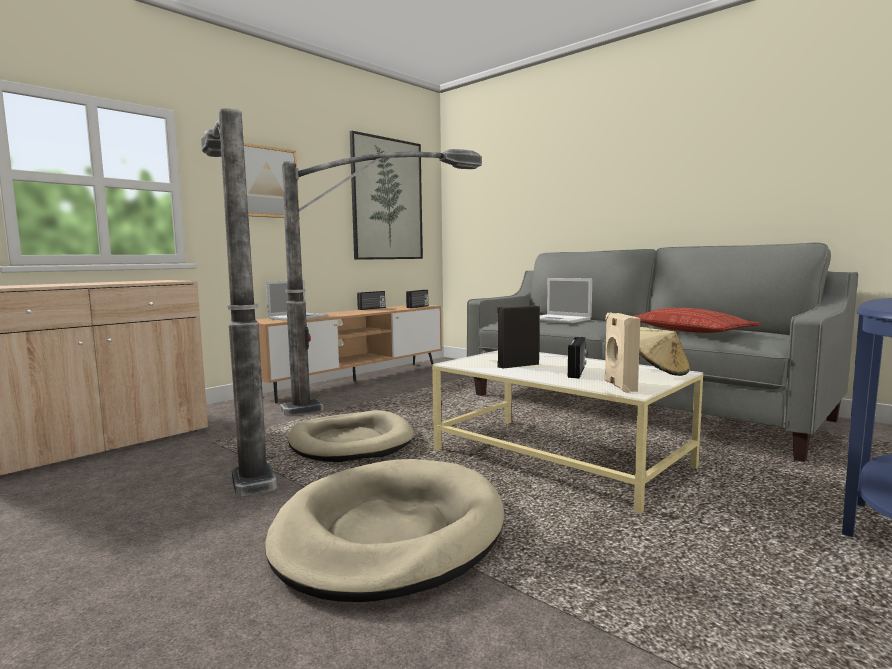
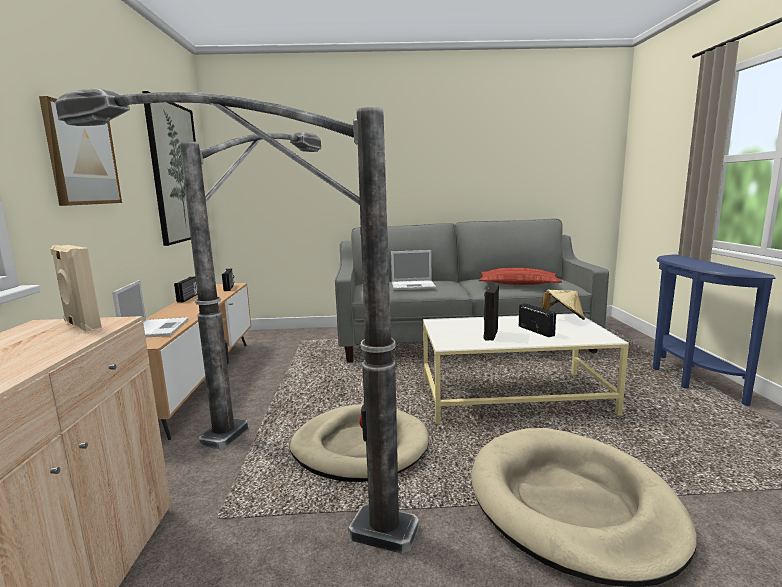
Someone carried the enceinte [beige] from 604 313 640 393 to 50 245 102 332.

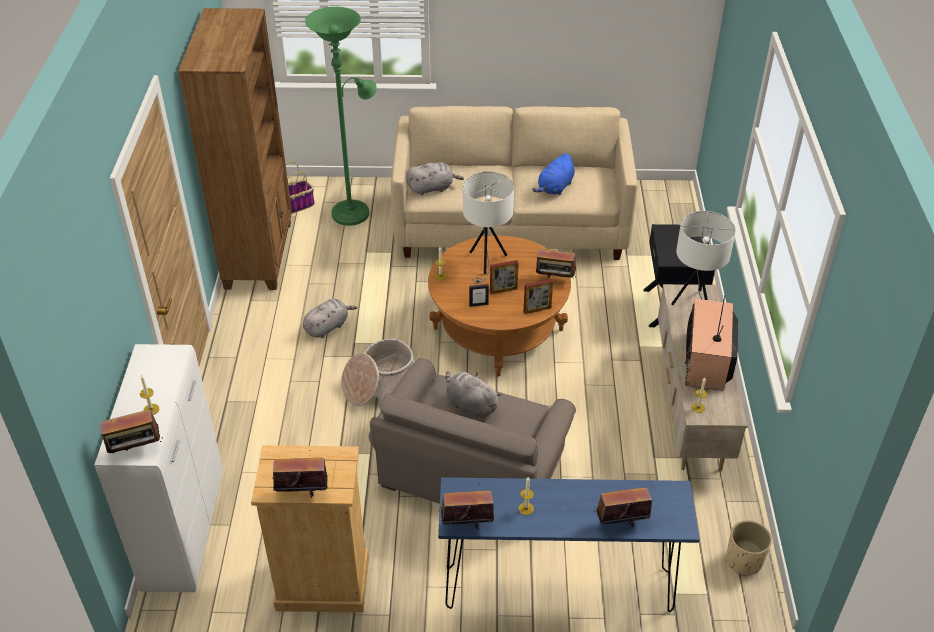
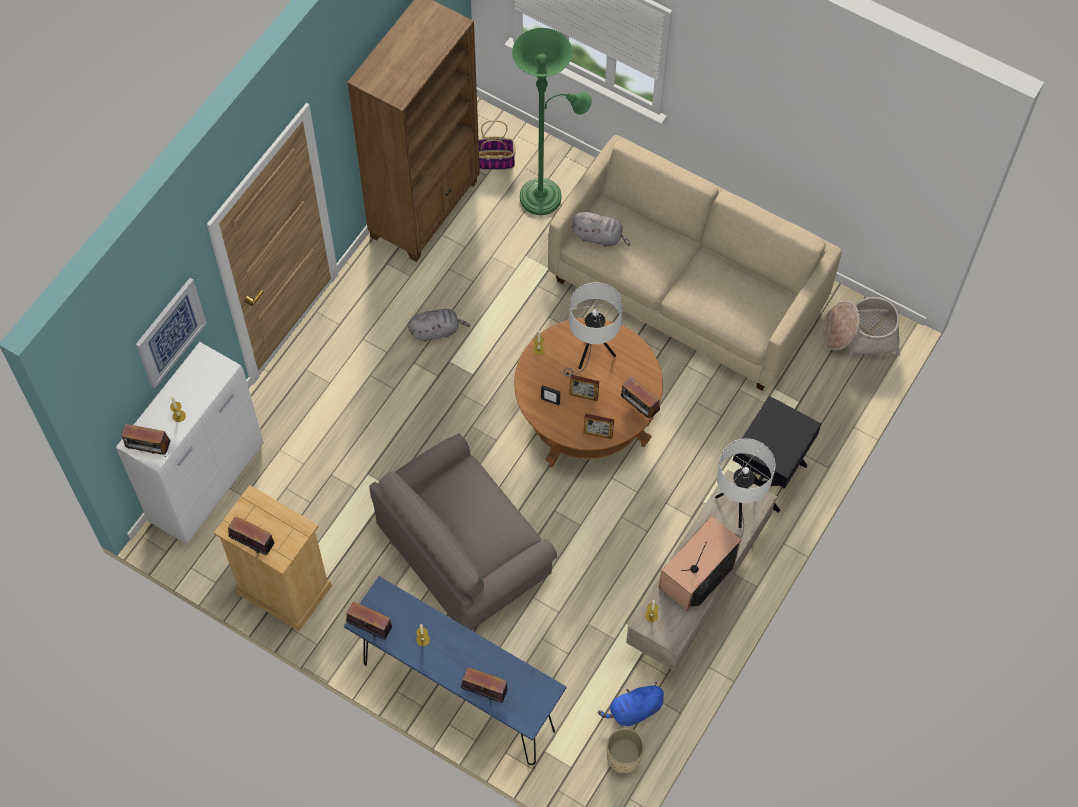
Someone put up the tableau at 136 278 207 388. Someone carried the peluche [bleu] from 532 153 575 195 to 598 682 664 726. Someone carried the panier from 341 339 415 407 to 822 297 900 358. Someone took away the peluche [gris] at 446 371 502 418.

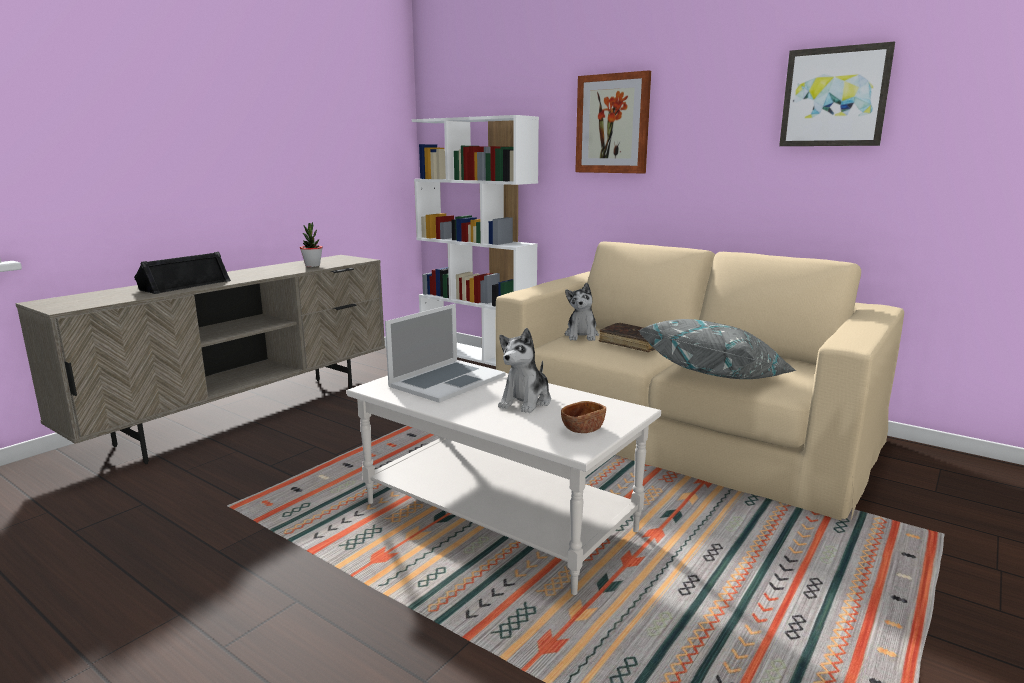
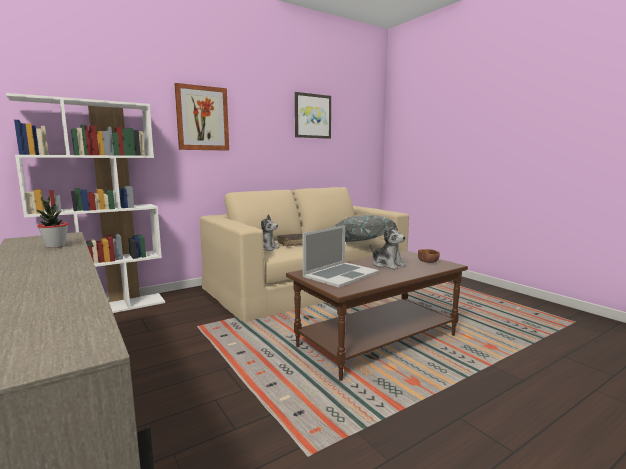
Someone repainted the table basse [blanc] at 347 373 661 595, which became the table basse [marron] at 286 251 468 381. Someone rotated the ordinateur portable at 385 304 506 403 by 75 degrees clockwise. Someone took away the enceinte [noir] at 134 252 231 294.

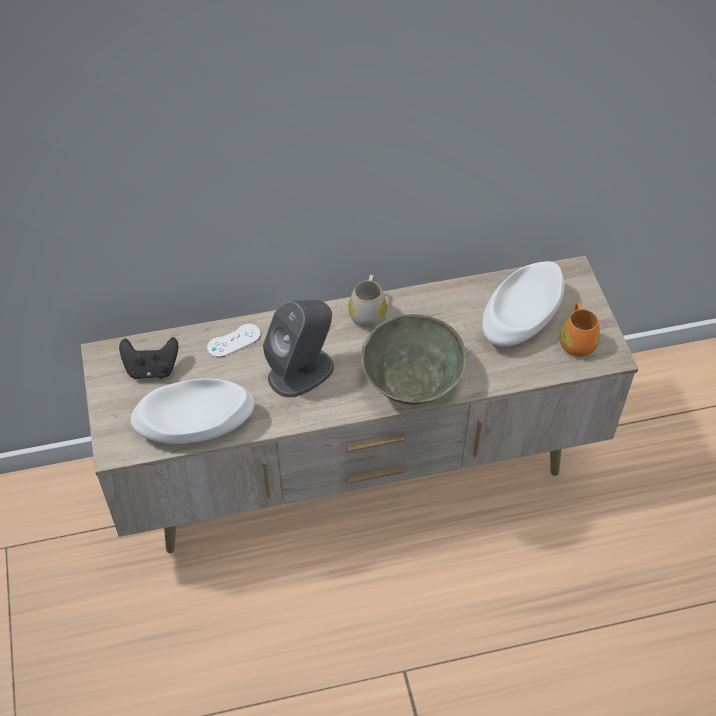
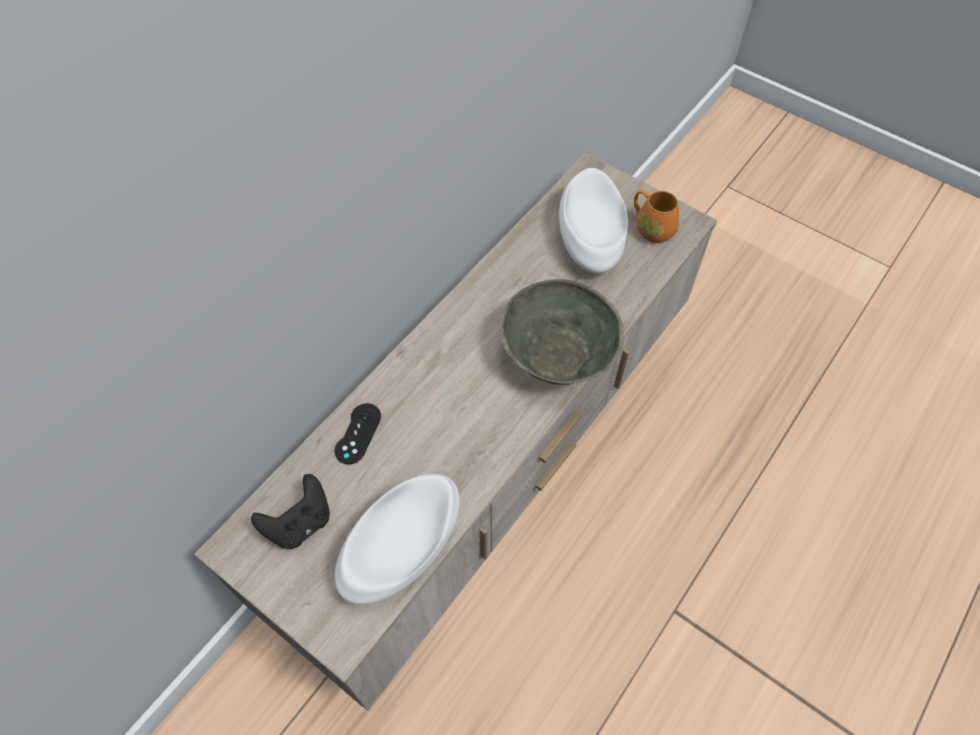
Someone repainted the manette [blanc] at 207 324 261 358, which became the manette [noir] at 335 403 381 464. Someone took away the enceinte [gris] at 263 300 334 398. Someone took away the mug [blanc] at 348 275 387 327.

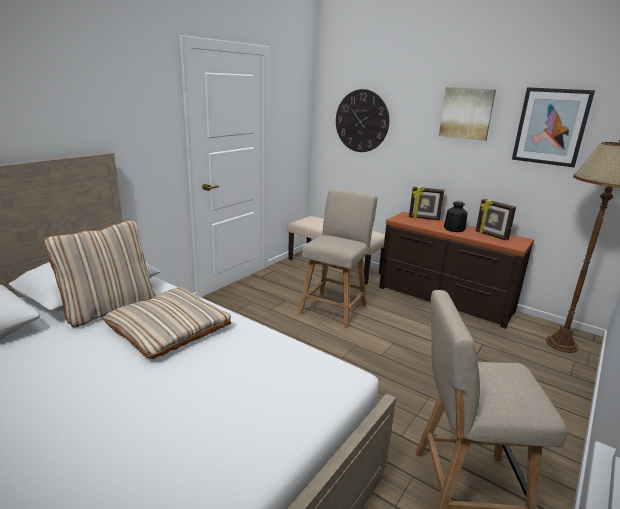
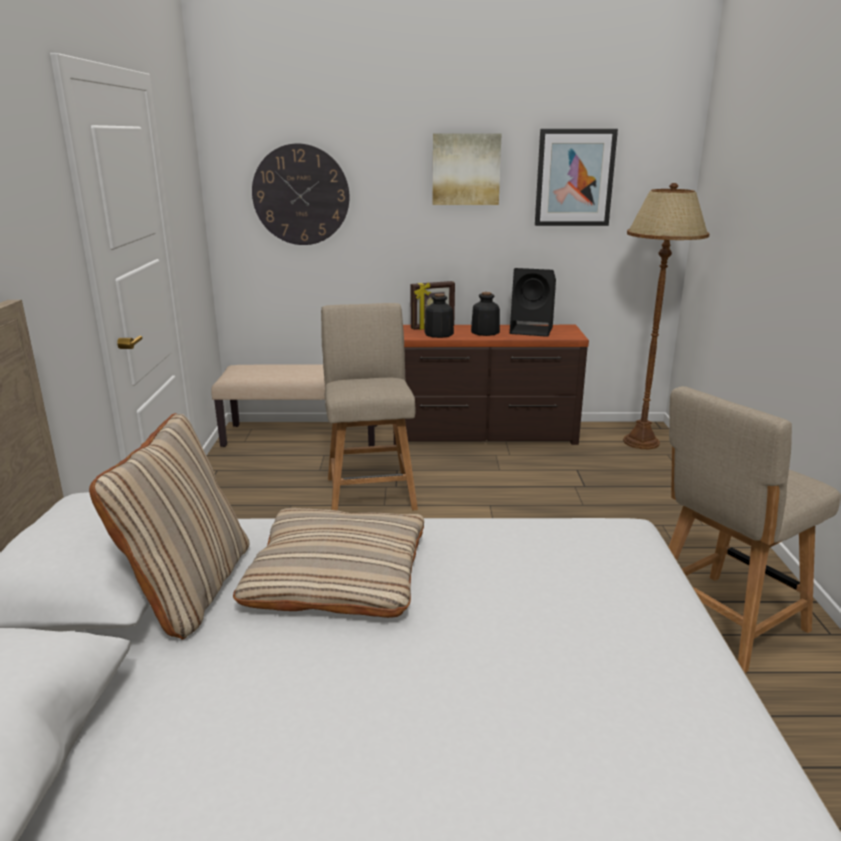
Someone put down the bouteille at 424 293 454 338. Someone swapped the cadre photo at 476 199 516 240 for the enceinte [noir] at 510 268 556 337.

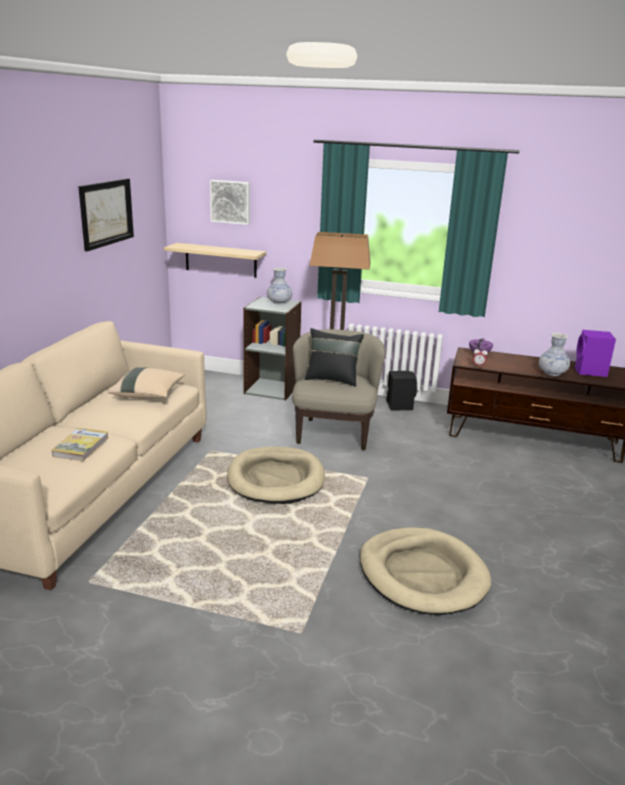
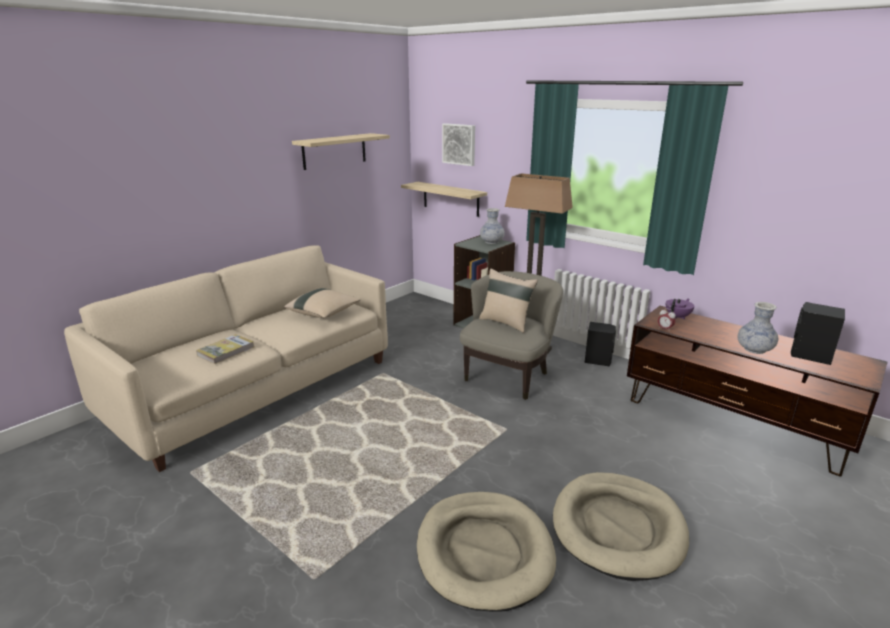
Someone swapped the tableau at 78 179 134 251 for the étagère at 292 133 390 170. Someone repainted the coussin [noir] at 305 328 364 387, which became the coussin [beige] at 479 268 538 333. Someone carried the panier pour chien [beige] from 227 447 325 504 to 553 472 689 581. Someone repainted the enceinte [violet] at 575 330 616 377, which became the enceinte [noir] at 791 302 845 365.

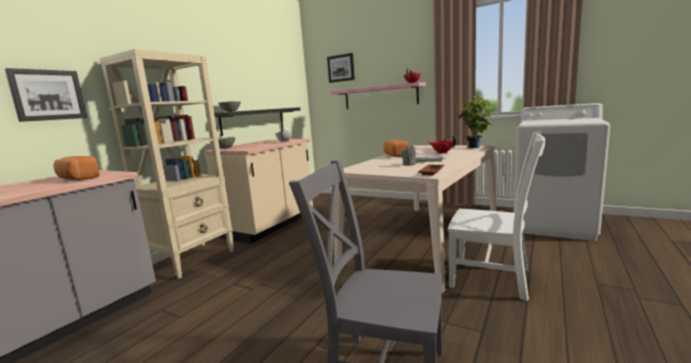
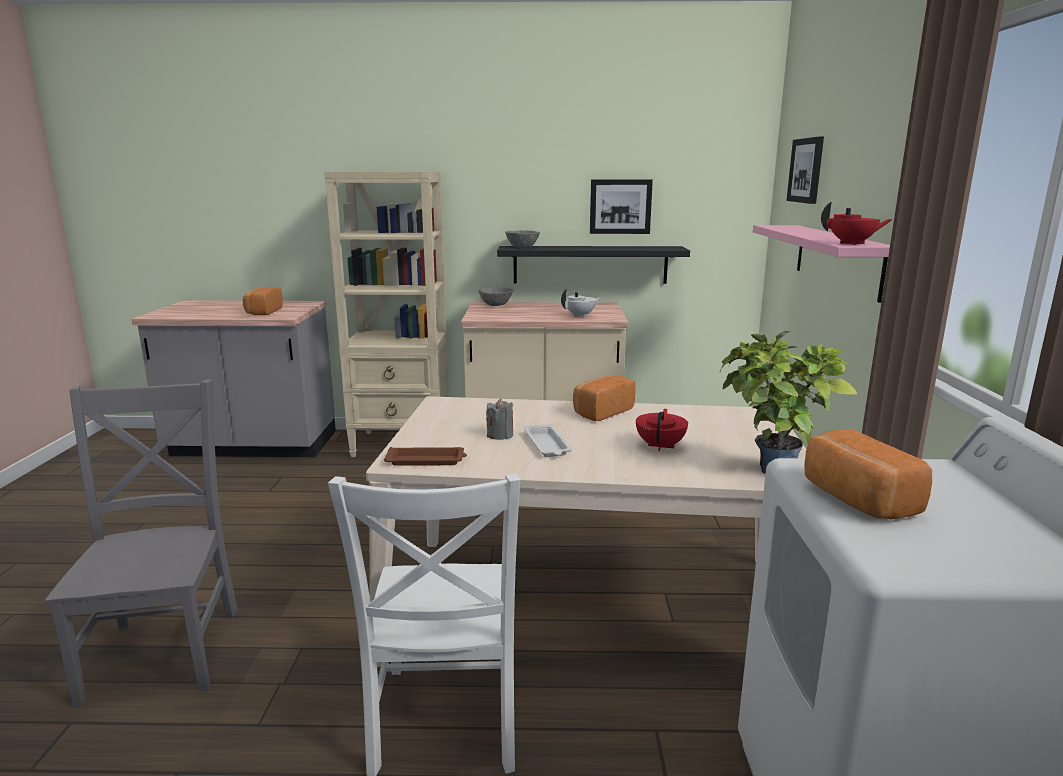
Someone carried the tableau from 5 68 87 122 to 590 180 653 234. Someone put down the pain at 804 429 932 519.

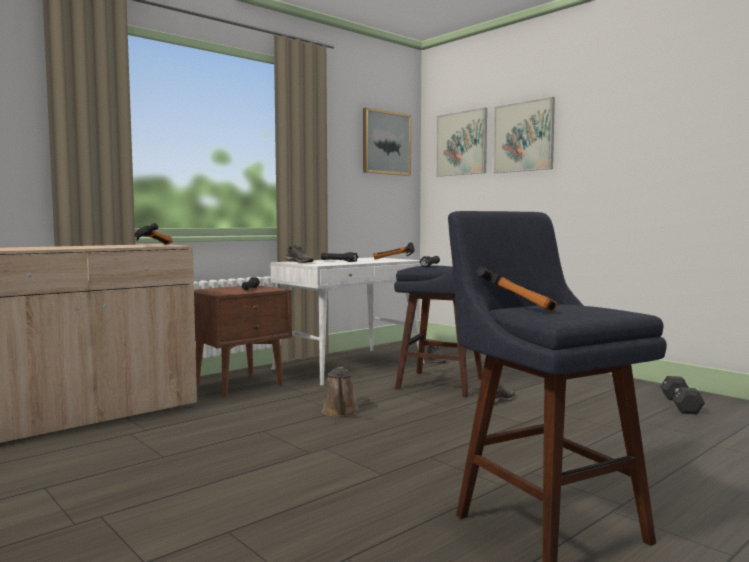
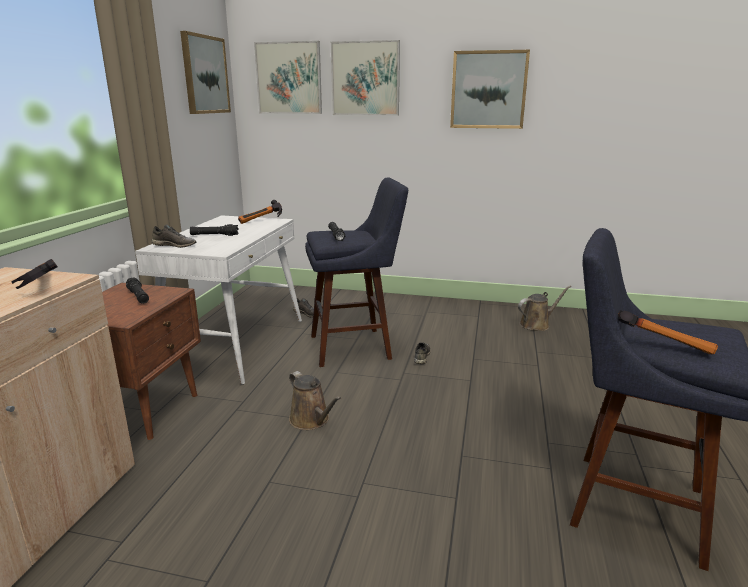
Someone put up the tableau at 450 50 530 129. Someone swapped the haltère [noir] at 660 376 705 414 for the arrosoir [marron] at 518 285 571 331.

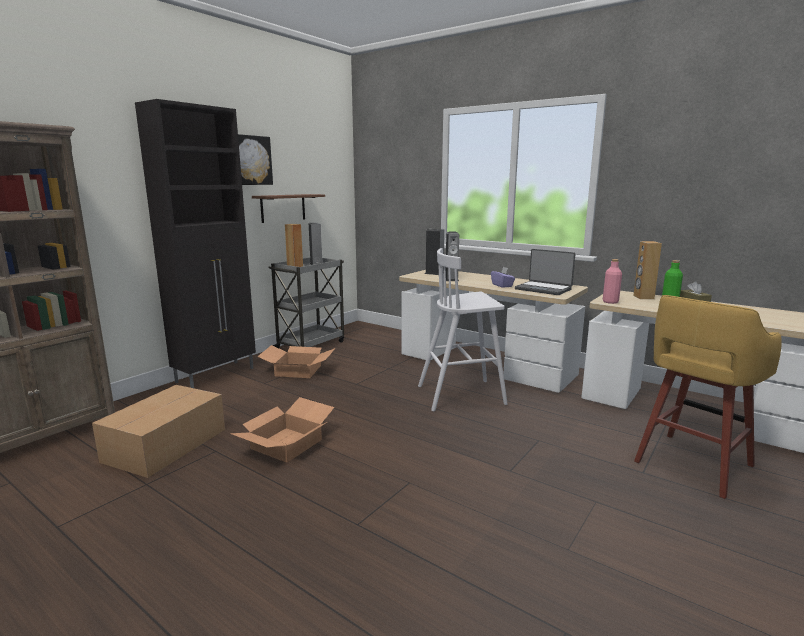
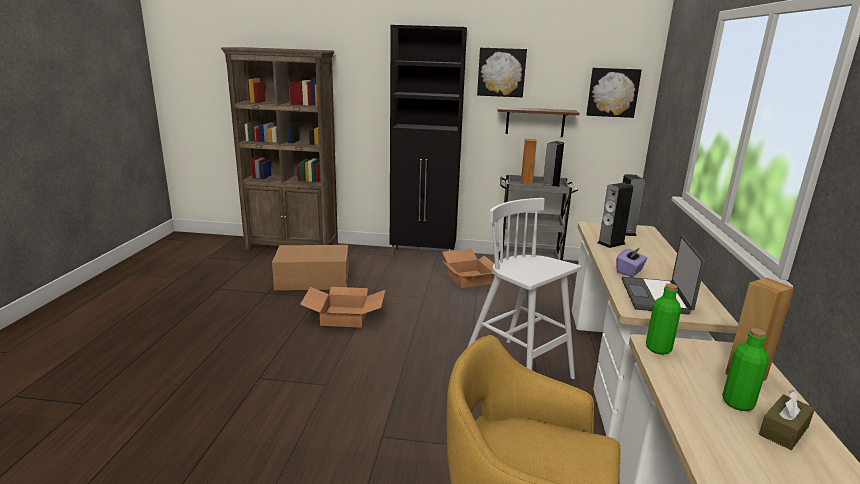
Someone put up the tableau at 586 68 642 118. Someone repainted the bouteille [rose] at 603 259 622 304, which became the bouteille [vert] at 646 283 681 355.

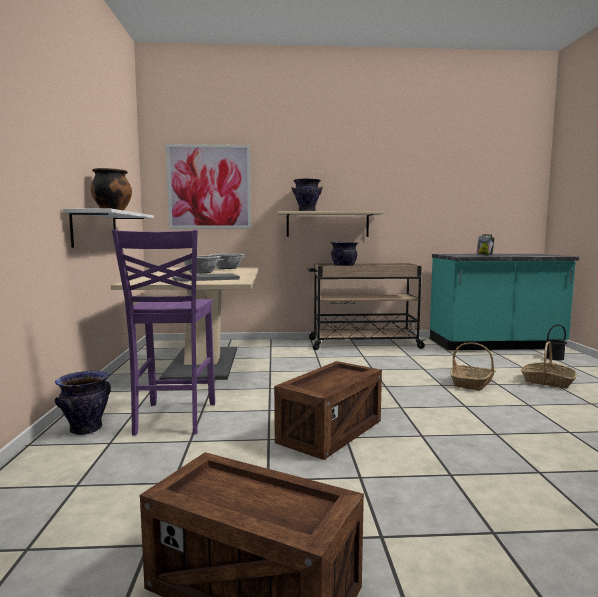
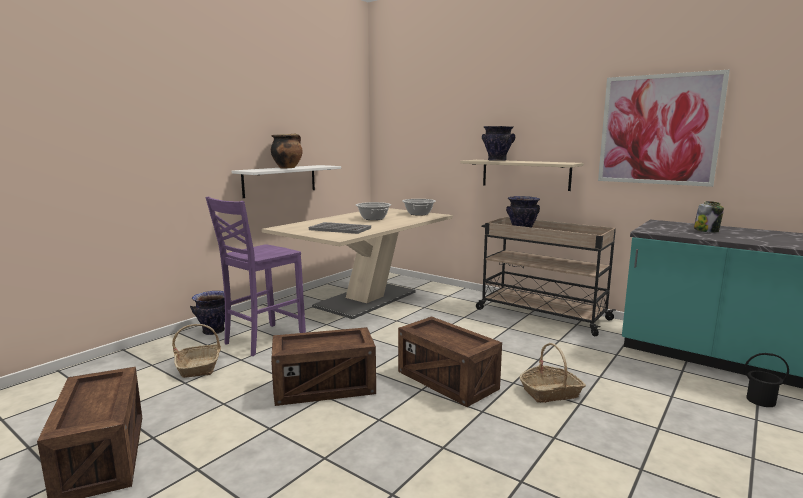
Someone carried the panier from 521 342 577 388 to 172 324 221 378. Someone put down the caisse at 398 316 502 407. Someone carried the tableau from 166 144 251 229 to 598 70 730 187.

